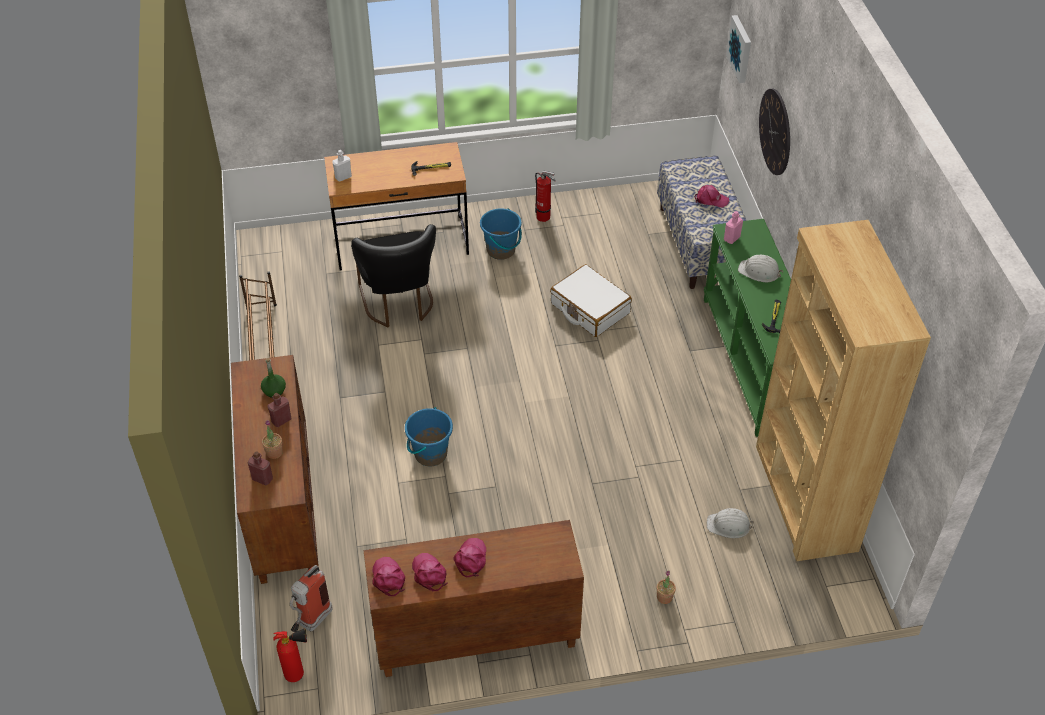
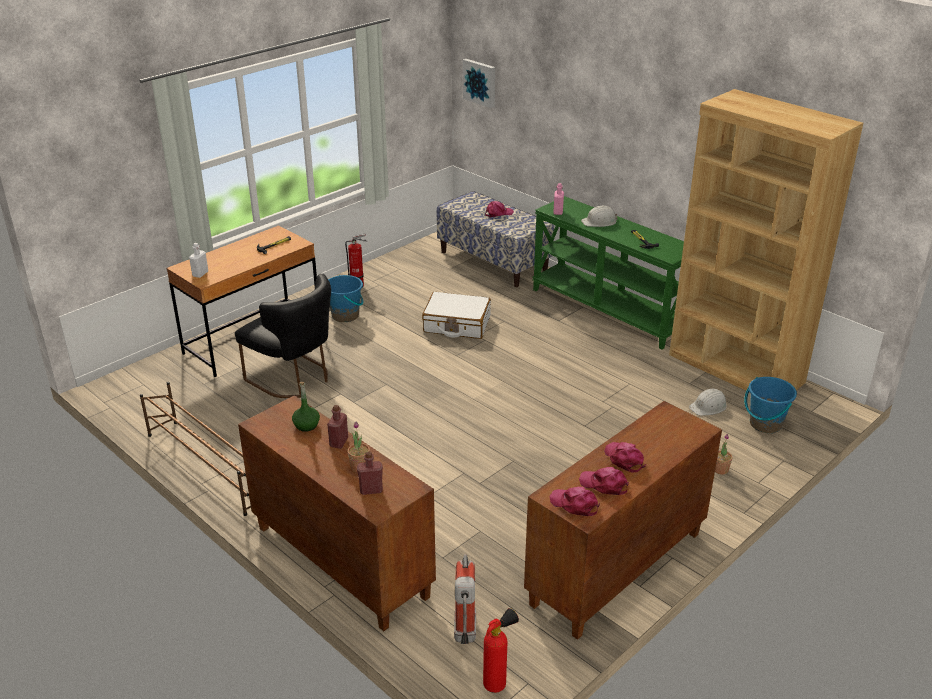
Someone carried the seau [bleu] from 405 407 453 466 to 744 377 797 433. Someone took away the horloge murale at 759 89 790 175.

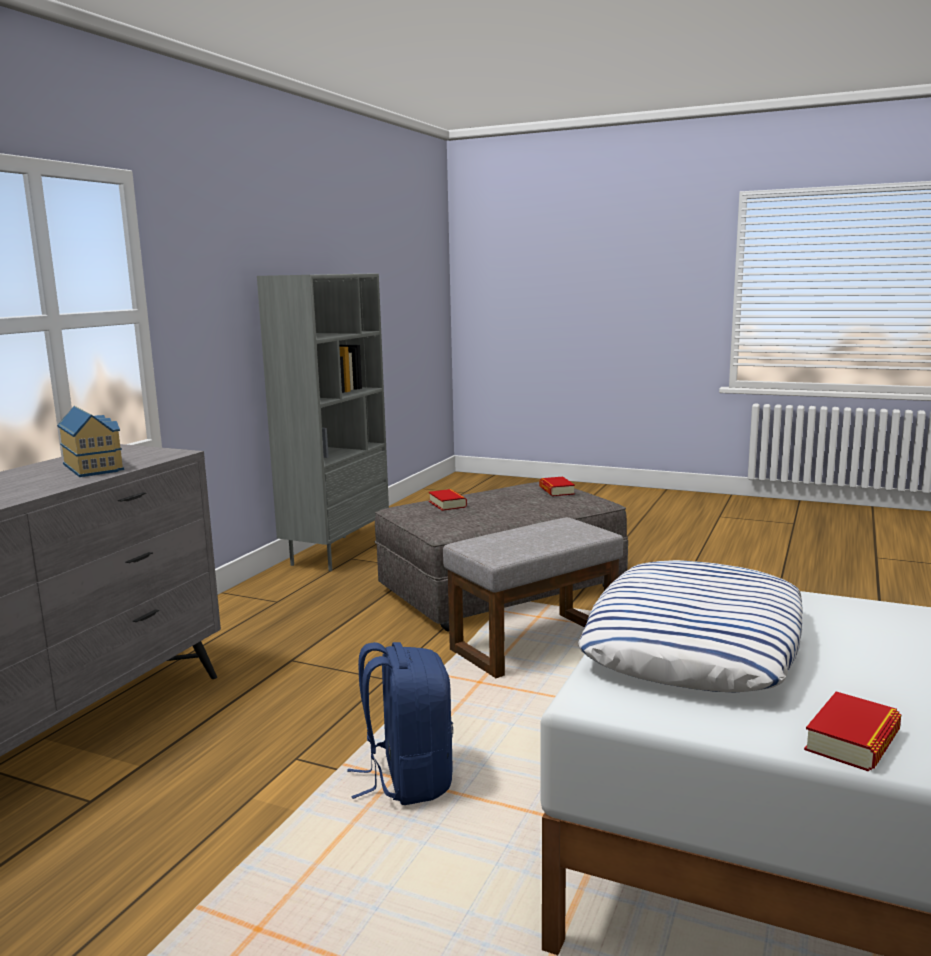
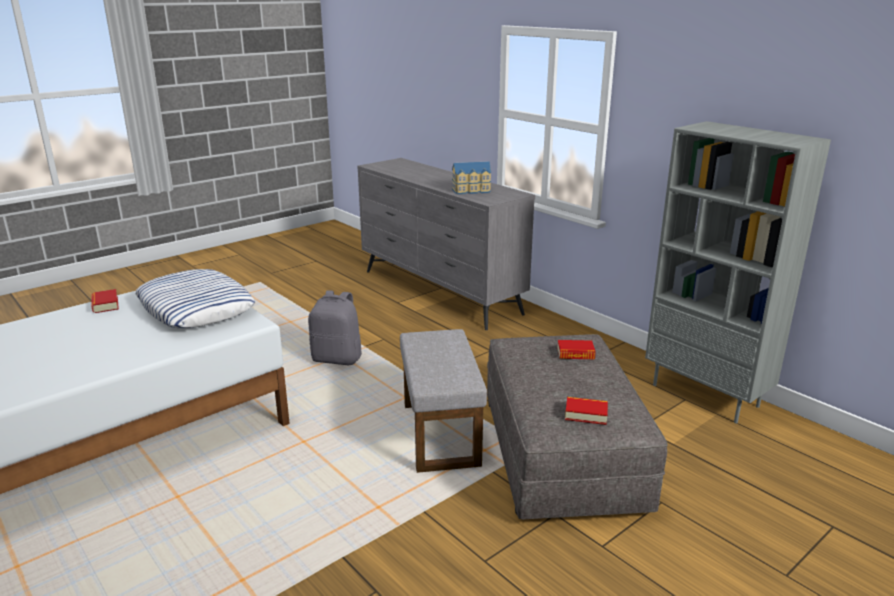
Someone repainted the sac à dos [bleu] at 347 642 453 805, which became the sac à dos [gris] at 308 290 362 365.

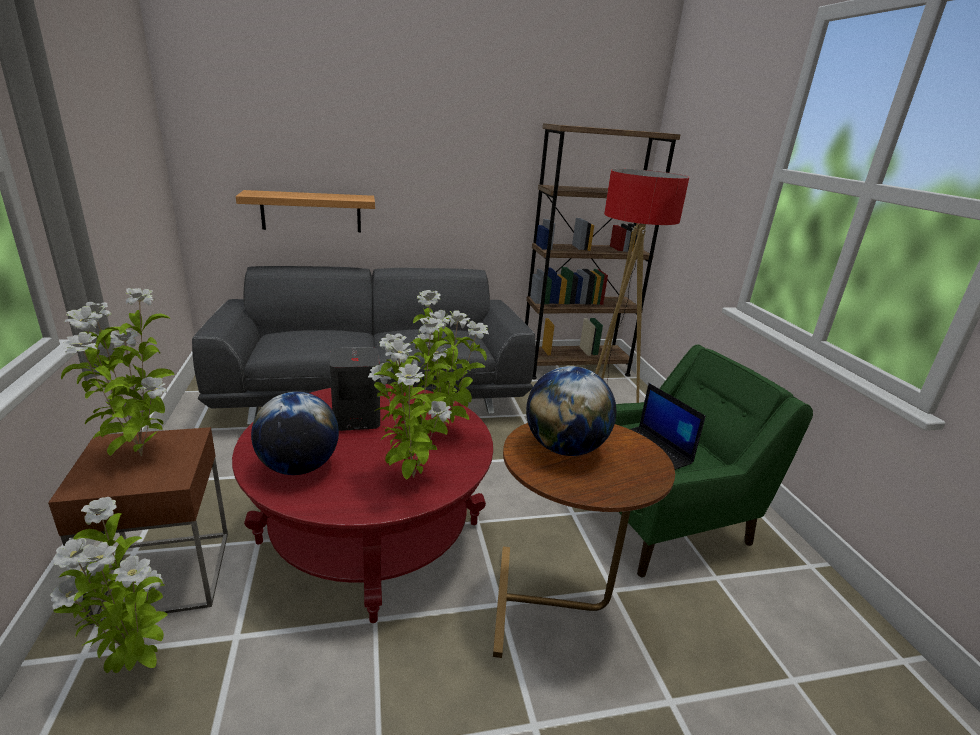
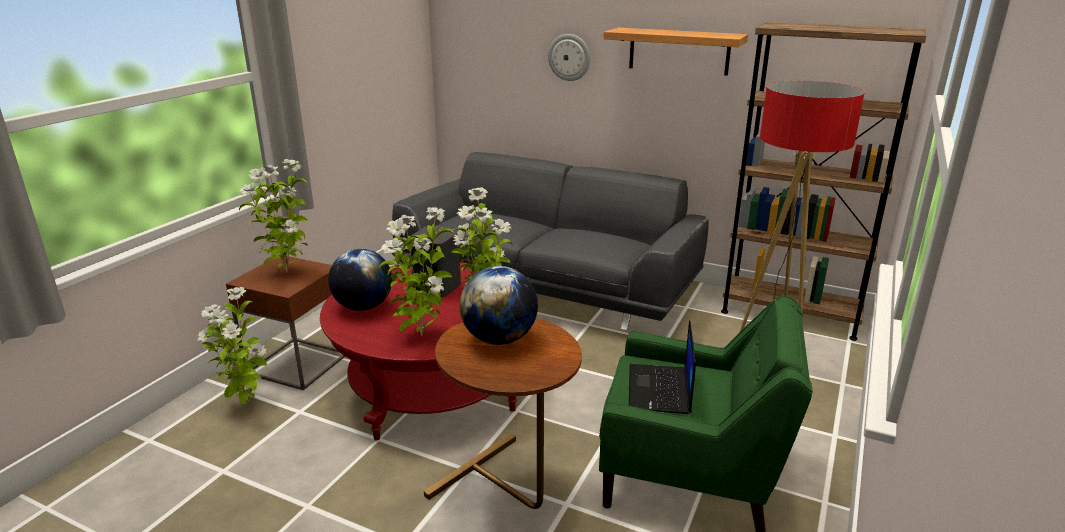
Someone put up the horloge murale at 548 34 590 81. Someone carried the étagère from 236 190 375 232 to 604 28 748 76.

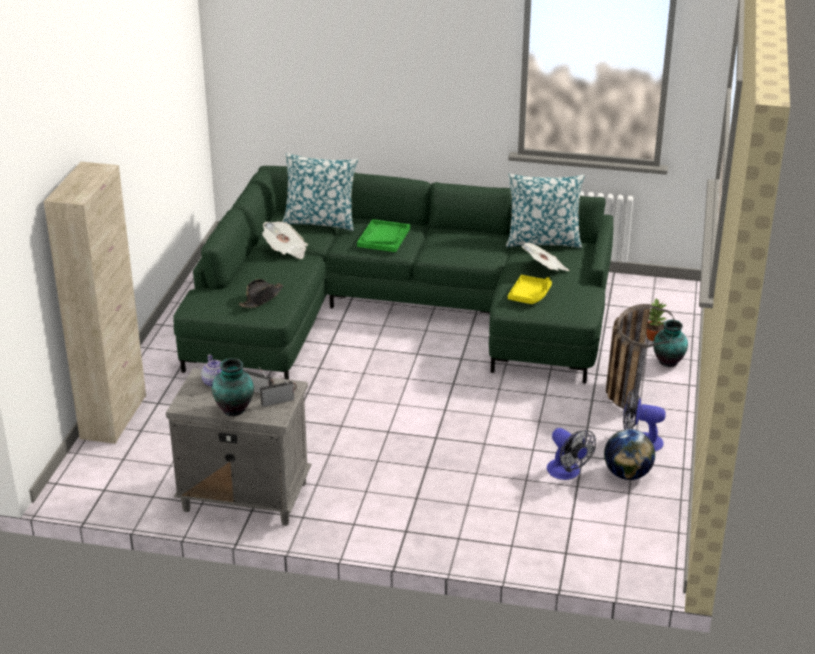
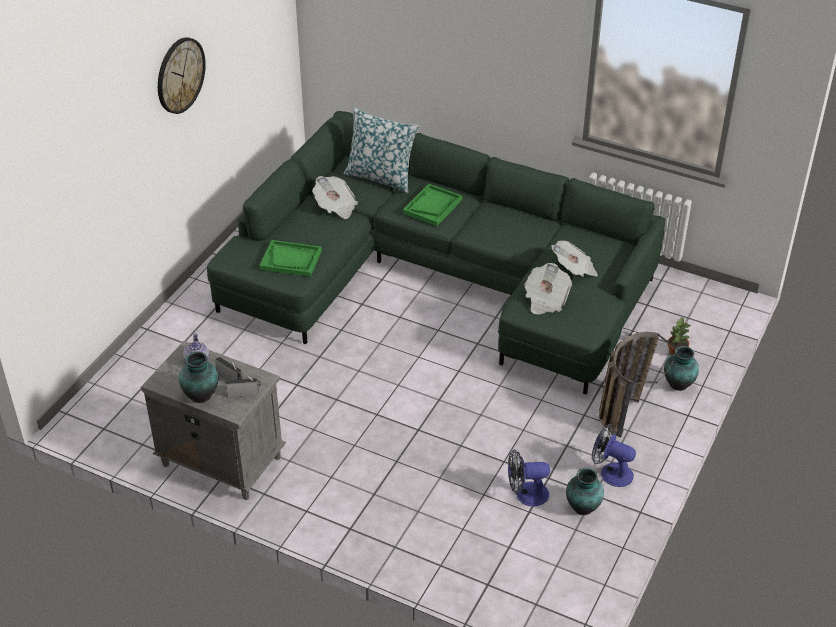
Someone put up the horloge murale at 158 37 206 114. Someone swapped the chapeau [noir] at 239 279 283 308 for the plateau [vert] at 259 240 322 277. Someone rotated the ventilateur at 547 428 596 480 by 105 degrees clockwise. Someone swapped the plateau [jaune] at 508 275 552 304 for the journal at 524 263 572 314. Someone swapped the globe at 604 429 655 480 for the vase at 566 468 604 515. Someone took away the meuble de rangement [beige] at 44 162 146 444. Someone took away the coussin at 506 174 585 248.

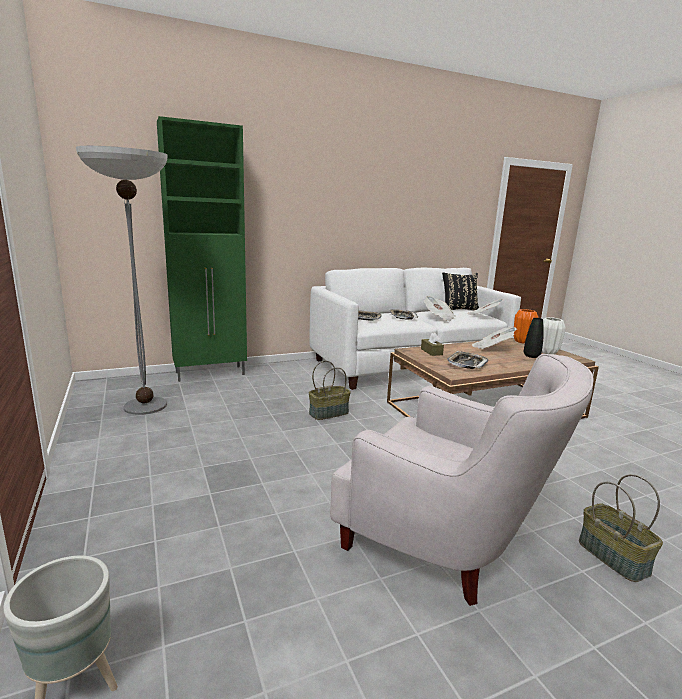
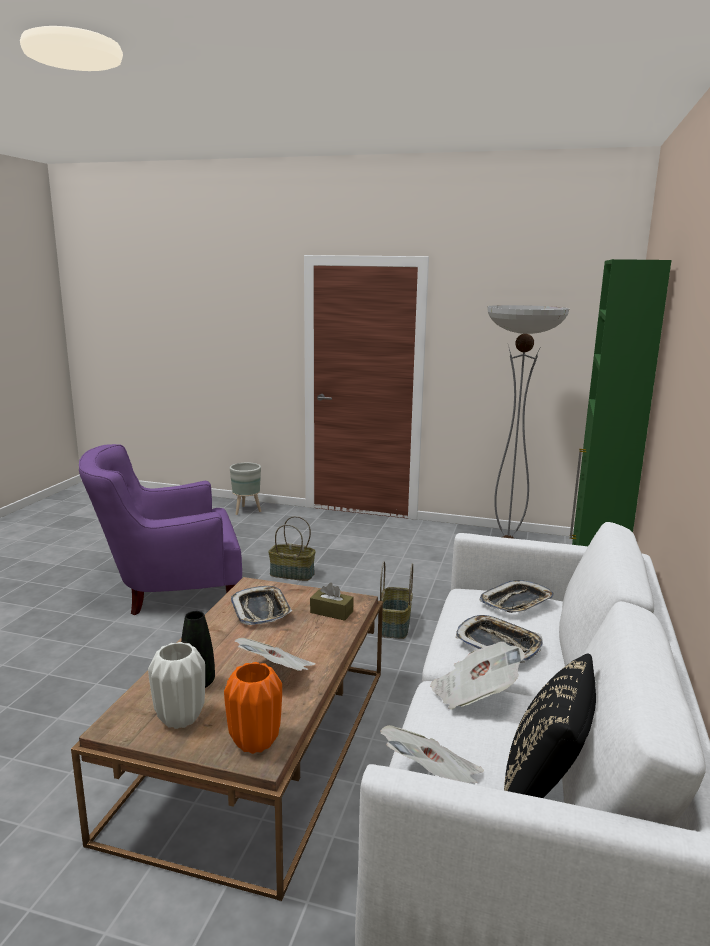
Someone repainted the fauteuil [blanc] at 330 354 594 606, which became the fauteuil [violet] at 79 444 242 615. Someone carried the panier from 579 474 663 582 to 268 516 316 581.

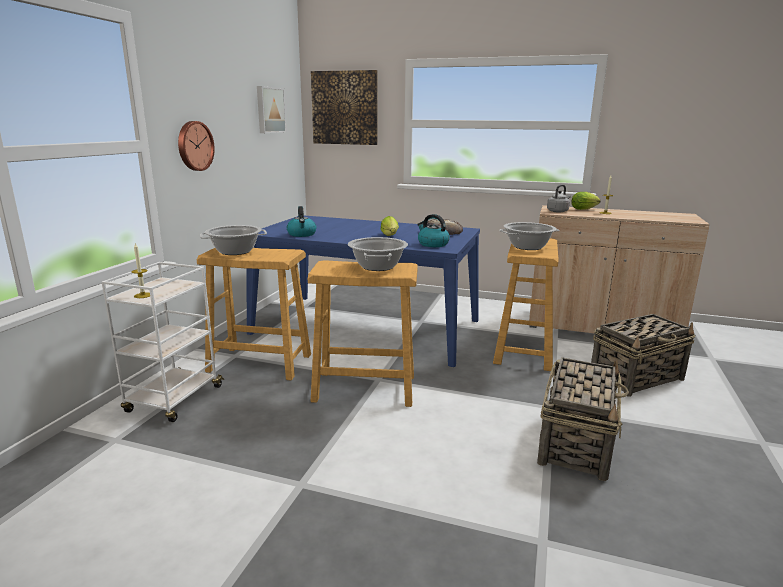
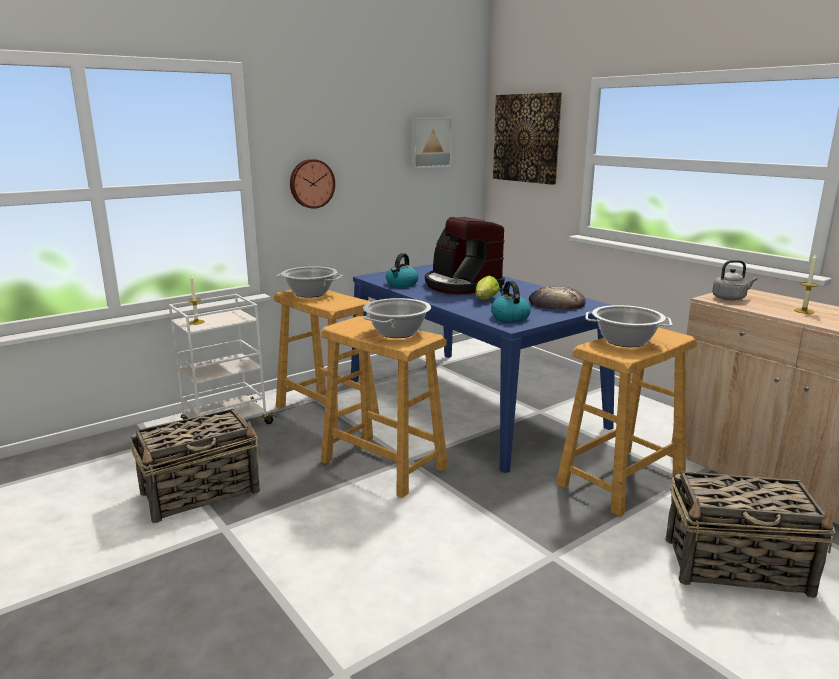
Someone carried the panier from 537 357 629 481 to 130 408 260 523. Someone put down the machine à café at 425 217 505 294. Someone took away the laitue at 571 192 601 210.

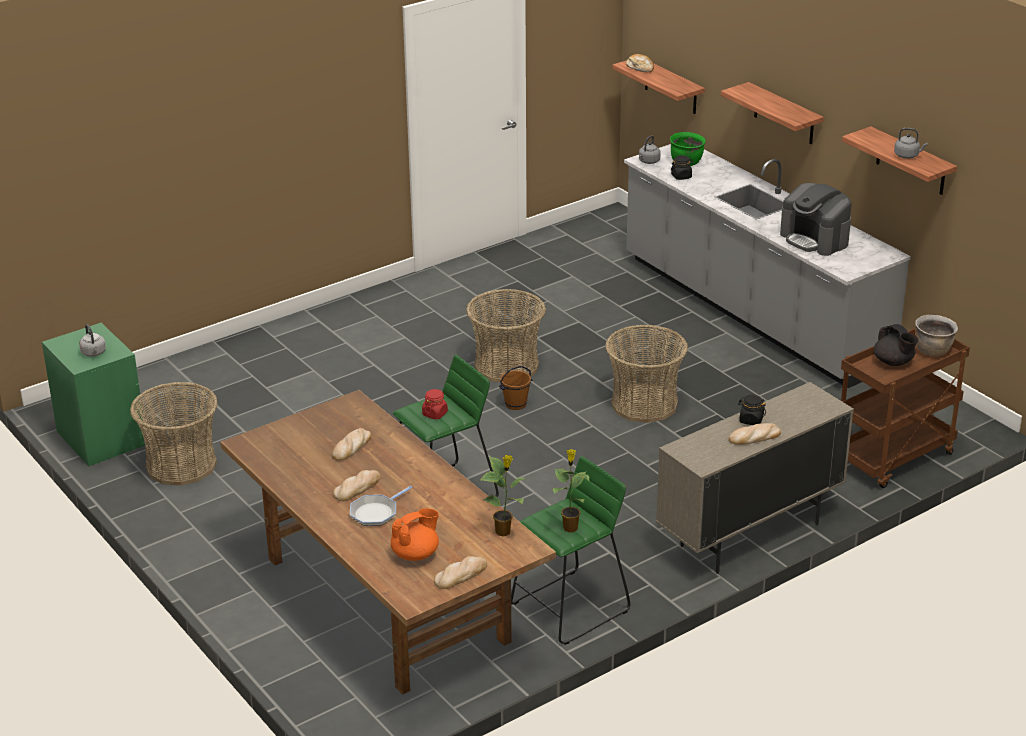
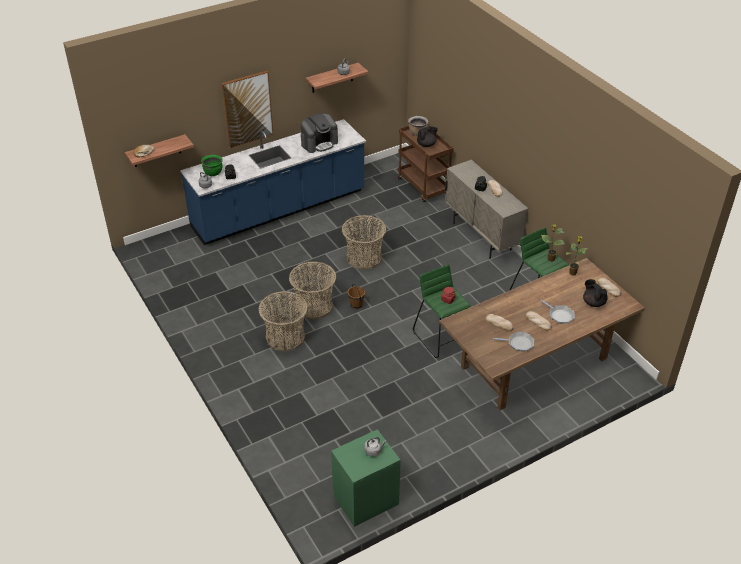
Someone repainted the comptoir de cuisine [gris] at 624 144 911 388, which became the comptoir de cuisine [bleu] at 180 119 366 245. Someone swapped the étagère at 721 82 824 144 for the tableau at 222 71 274 148. Someone carried the panier from 130 382 218 486 to 259 291 308 351. Someone put down the poêle at 493 332 534 351. Someone repainted the théière [orange] at 391 508 439 561, which became the théière [noir] at 583 279 608 307.

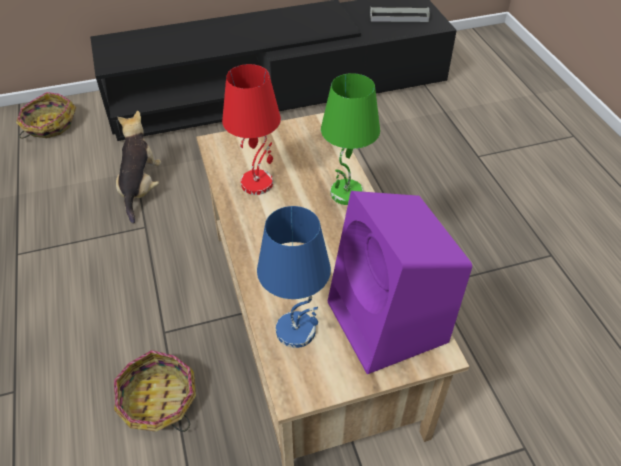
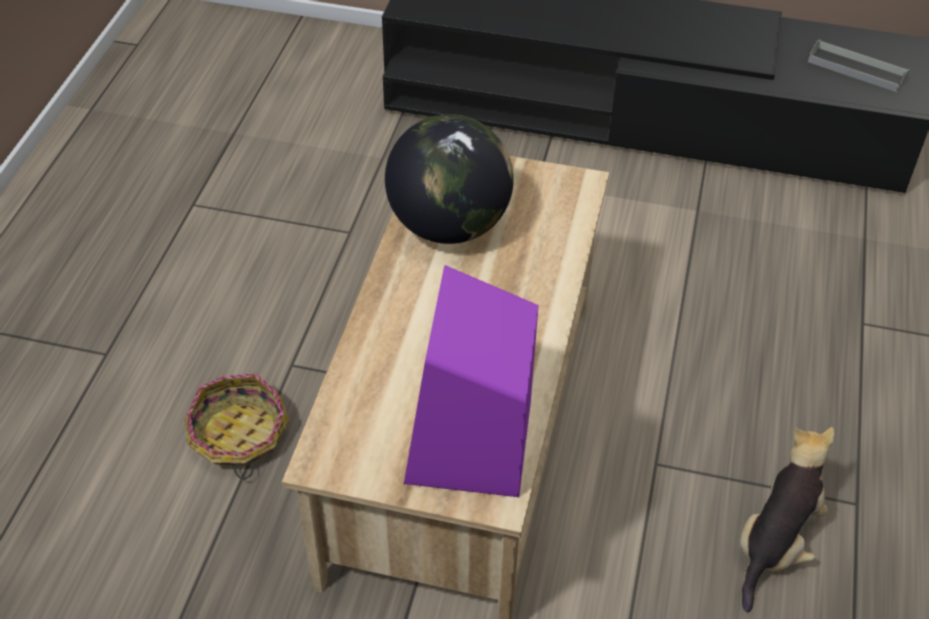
Someone swapped the lampe de table [rouge] at 222 64 281 195 for the globe at 385 114 514 244. Someone carried the peluche from 116 111 161 224 to 740 427 834 612. Someone took away the panier at 16 92 76 138. Someone took away the lampe de table [bleu] at 257 206 331 348. Someone took away the lampe de table [vert] at 321 73 380 205.

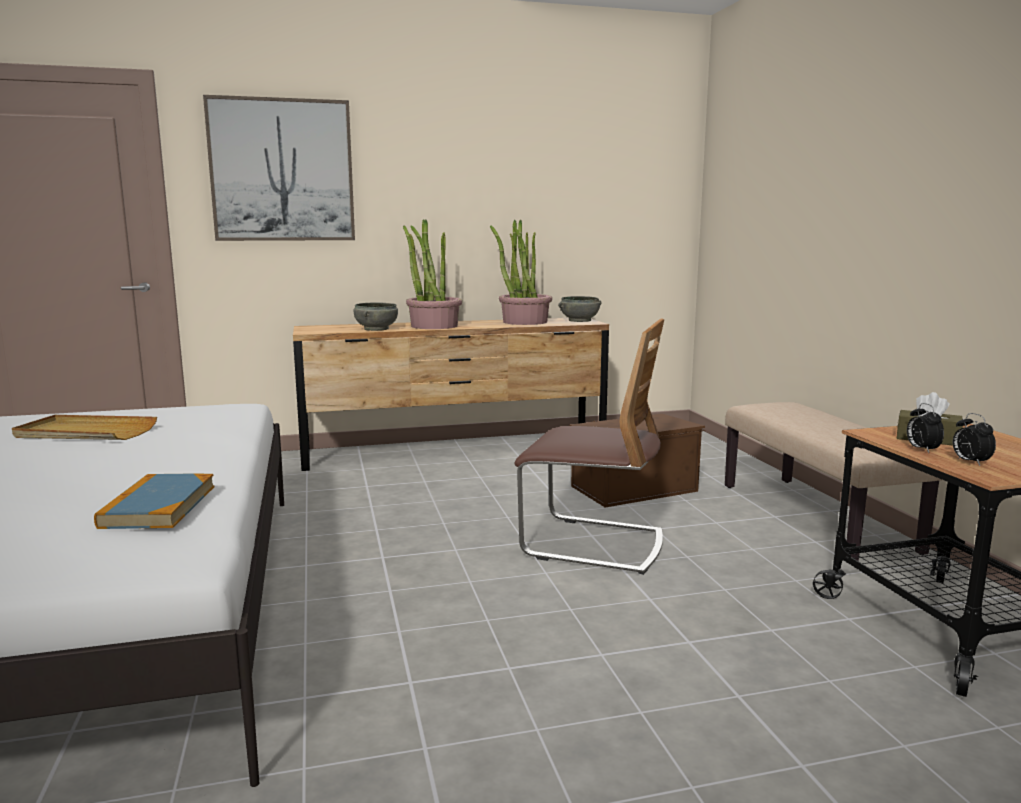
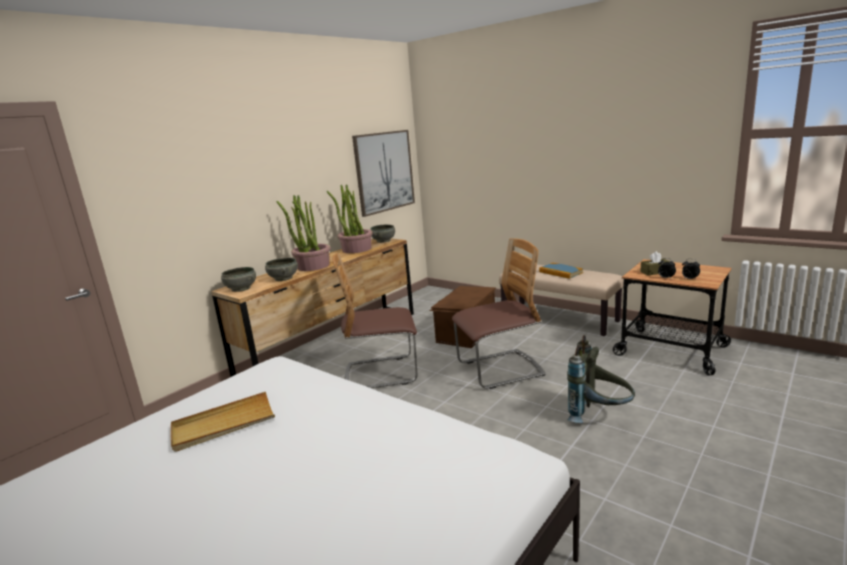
Someone put down the bol [gris] at 221 267 256 292. Someone put down the chaise at 333 253 418 388. Someone carried the tableau from 203 95 355 241 to 352 130 415 217. Someone carried the livre from 94 473 214 529 to 539 263 583 279. Someone put down the sac à dos [gris] at 567 335 635 423.

